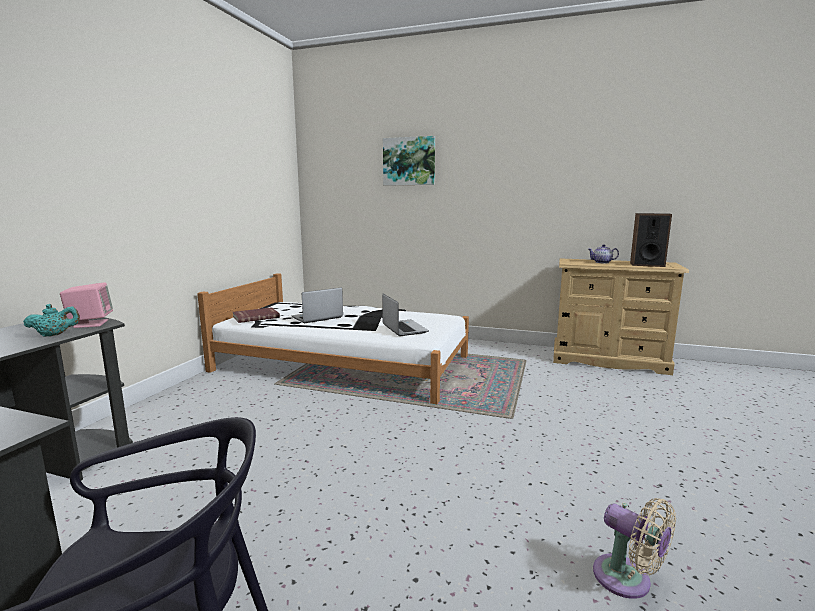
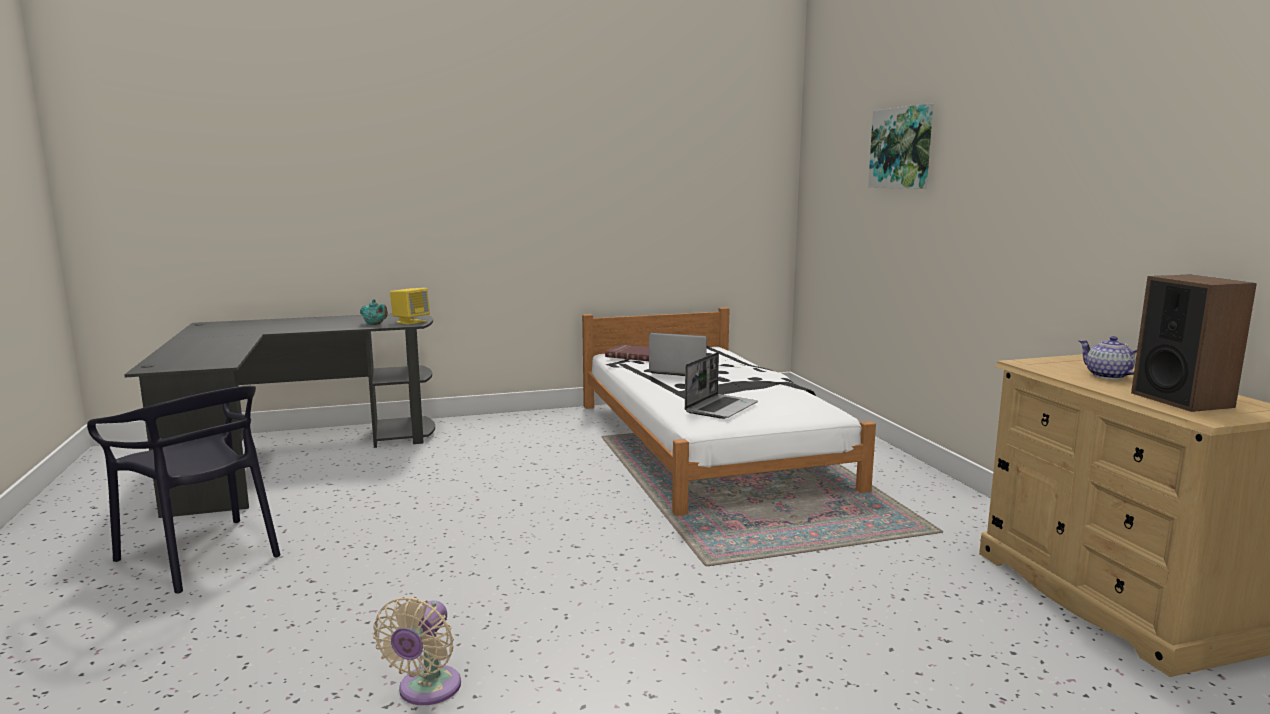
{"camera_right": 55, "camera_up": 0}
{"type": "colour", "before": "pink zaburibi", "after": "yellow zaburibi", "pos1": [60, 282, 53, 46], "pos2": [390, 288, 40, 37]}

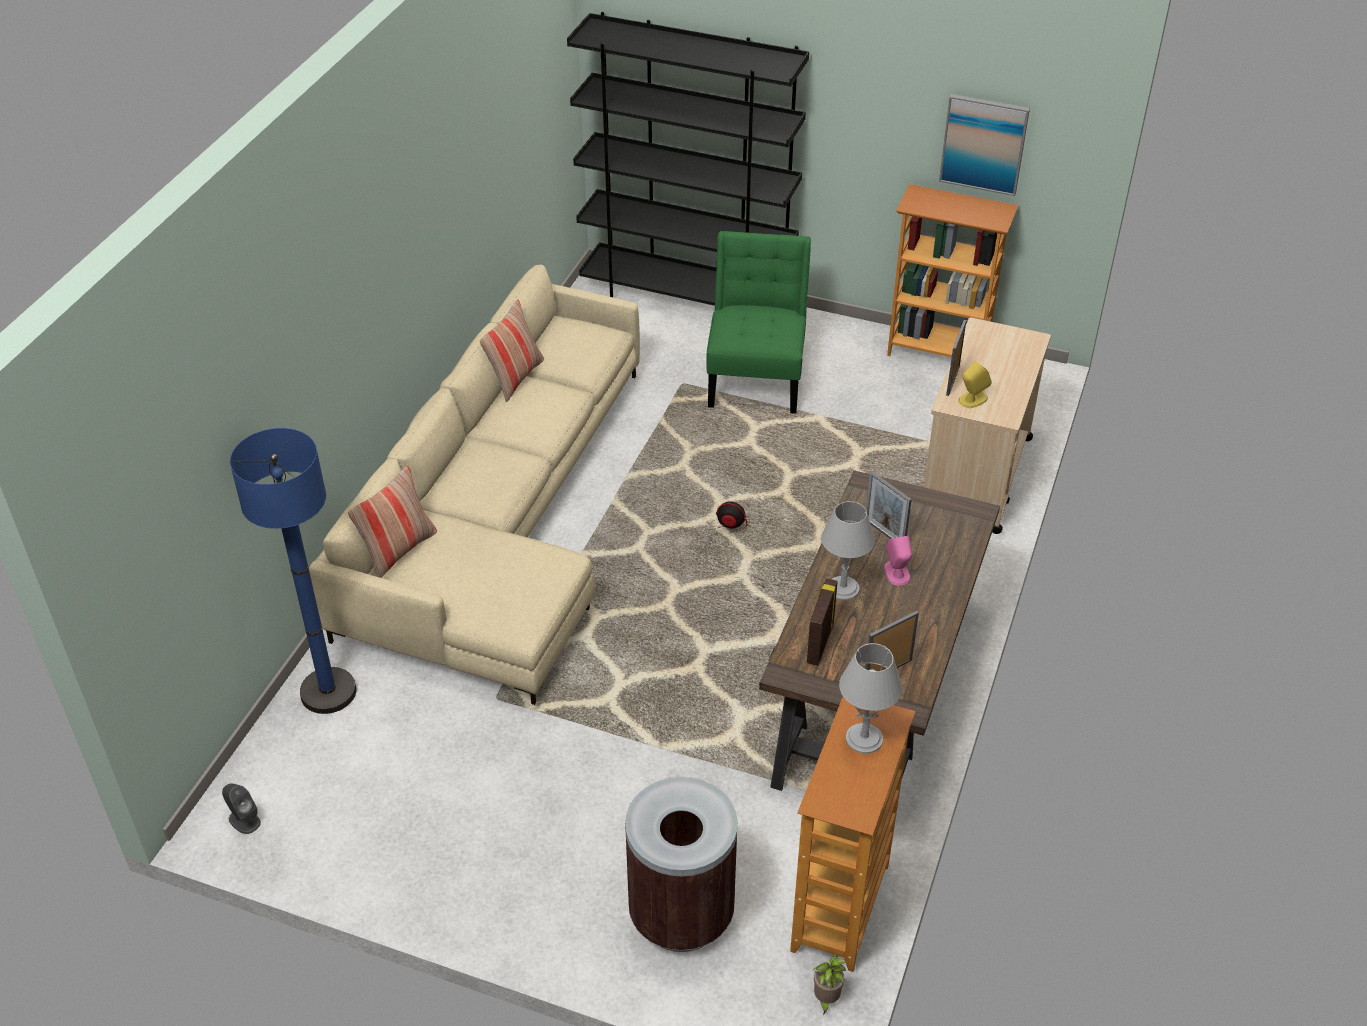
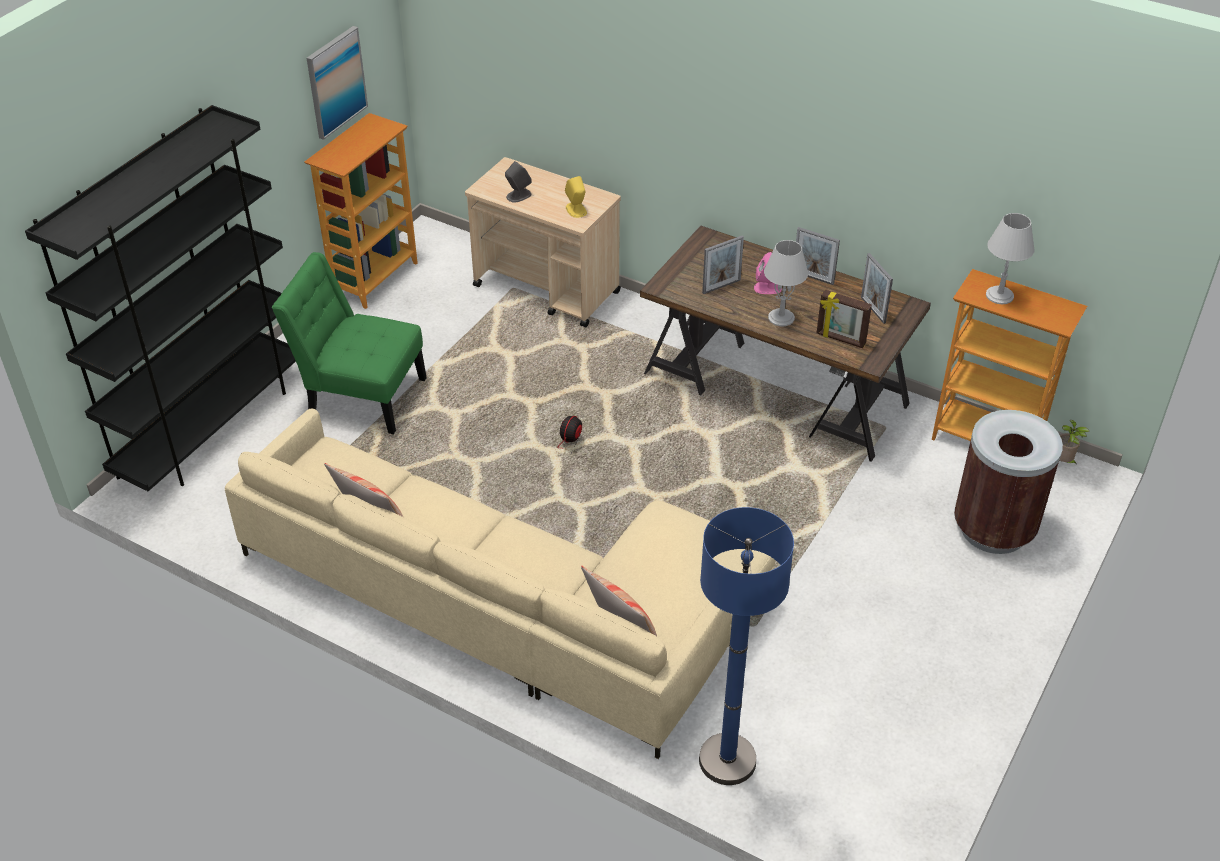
{"camera_right": -80, "camera_up": 0}
{"type": "relocated", "before": "grey zaburibi", "pos1": [222, 783, 39, 51], "pos2": [505, 161, 27, 42]}
{"type": "relocated", "before": "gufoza", "pos1": [946, 320, 20, 76], "pos2": [796, 227, 44, 58]}

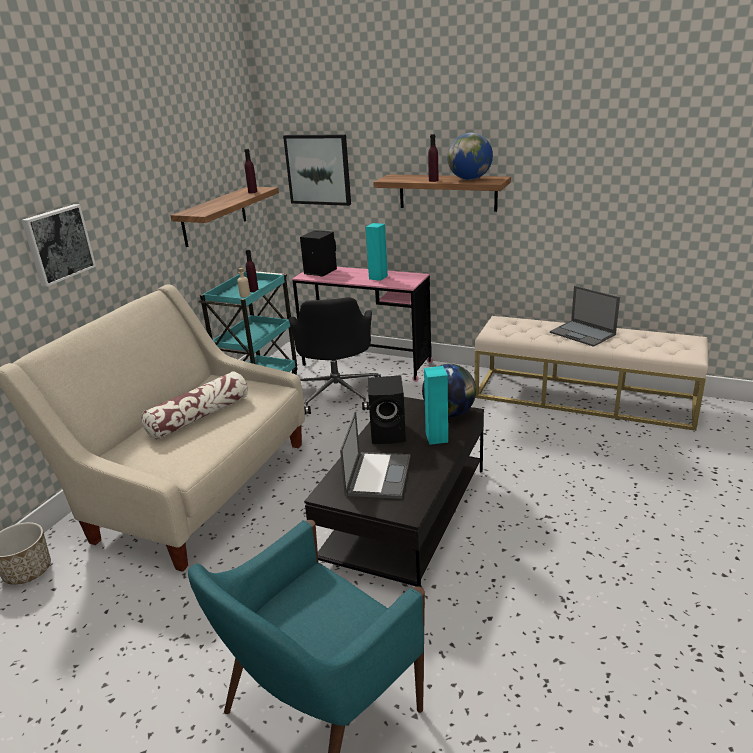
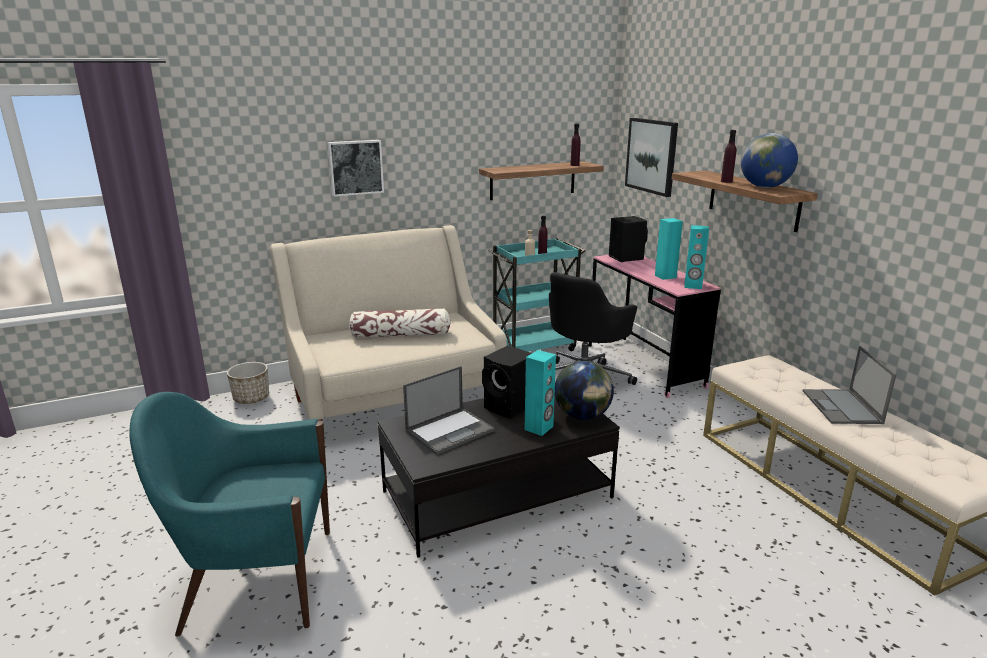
{"camera_right": 40, "camera_up": -5}
{"type": "appeared", "after": "turquoise zaburibi", "pos2": [684, 225, 25, 64]}

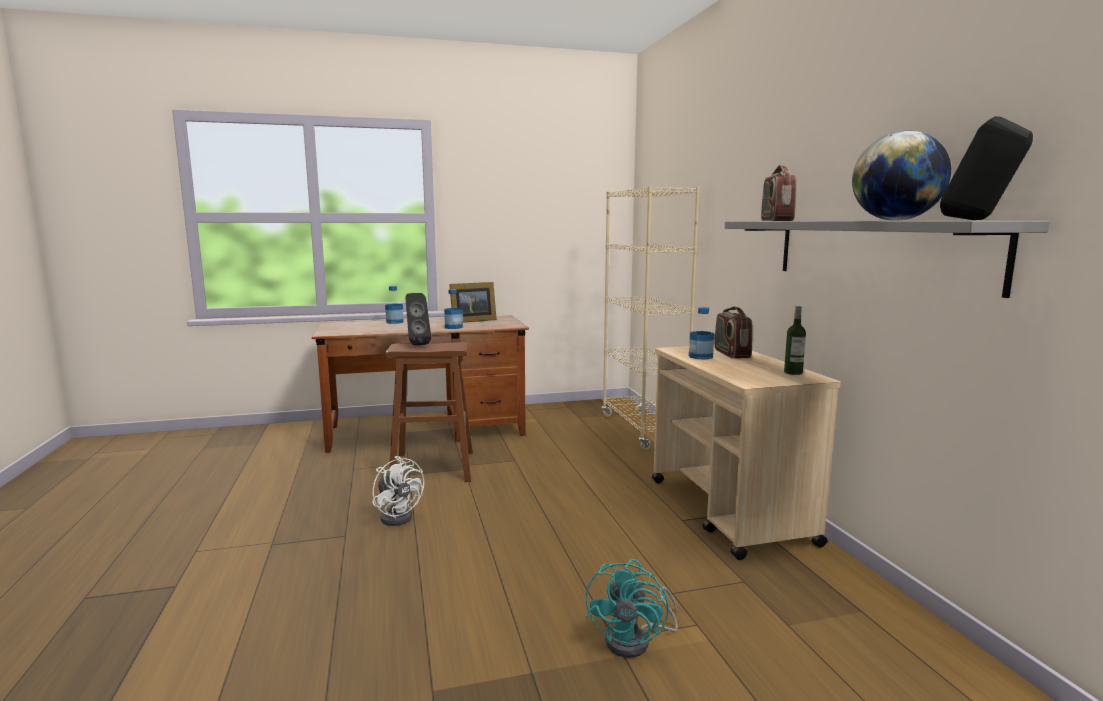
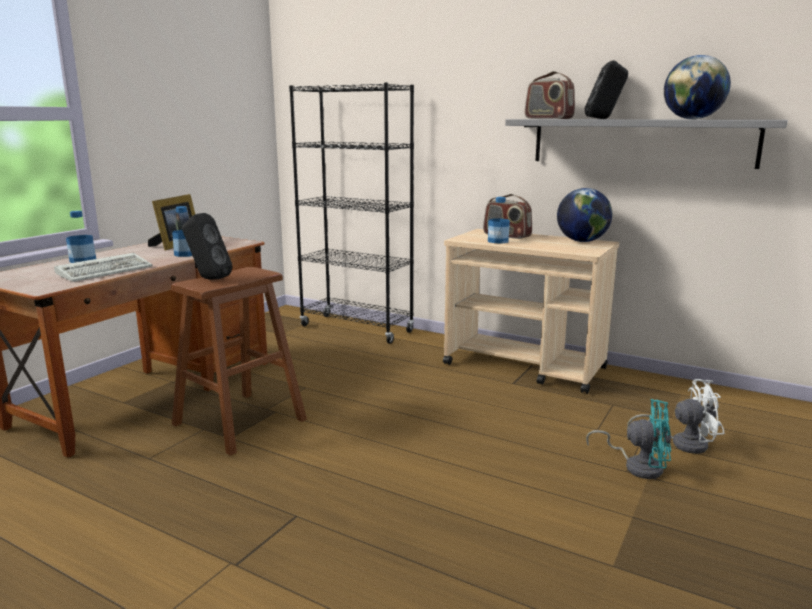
{"camera_right": -45, "camera_up": 5}
{"type": "appeared", "after": "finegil", "pos2": [54, 253, 99, 29]}
{"type": "relocated", "before": "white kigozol", "pos1": [372, 456, 52, 70], "pos2": [627, 379, 97, 75]}
{"type": "relocated", "before": "black zaburibi", "pos1": [940, 116, 93, 104], "pos2": [585, 60, 43, 59]}
{"type": "exchanged", "before": "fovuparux", "after": "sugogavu", "pos1": [784, 306, 22, 69], "pos2": [557, 188, 55, 54]}
{"type": "colour", "before": "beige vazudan", "after": "black vazudan", "pos1": [602, 186, 98, 264], "pos2": [289, 83, 125, 261]}
{"type": "spun", "before": "turquoise kigozol", "pos1": [586, 559, 92, 99], "pos2": [586, 399, 85, 80], "turn": -45}

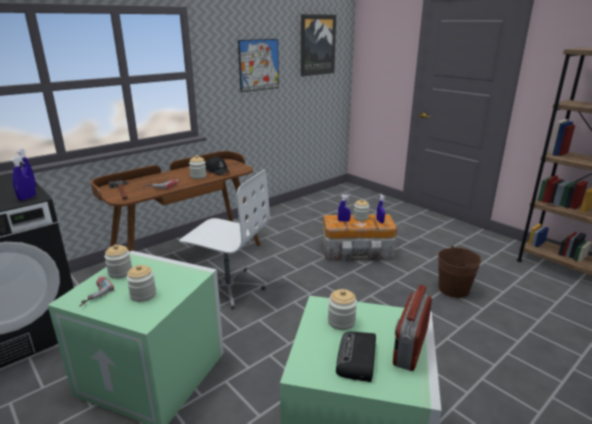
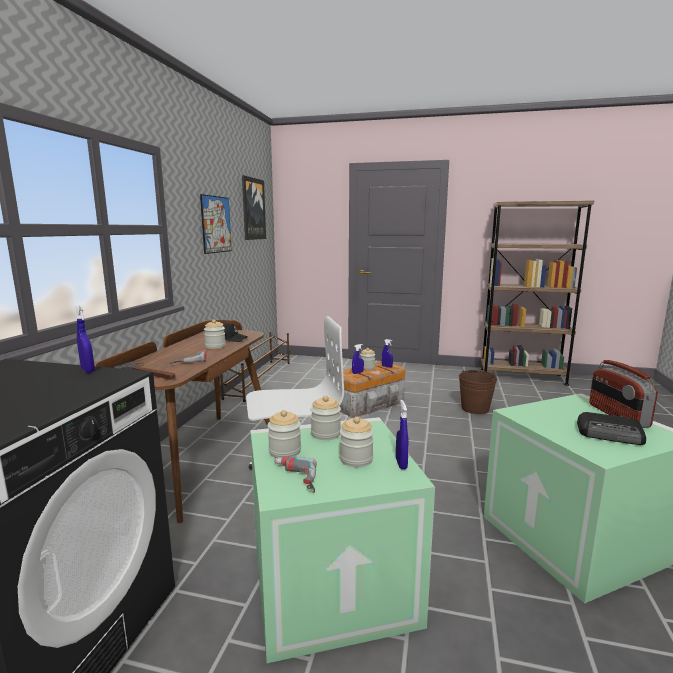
{"camera_right": -35, "camera_up": -10}
{"type": "appeared", "after": "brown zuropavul", "pos2": [220, 332, 70, 70]}
{"type": "relocated", "before": "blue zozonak", "pos1": [10, 155, 26, 46], "pos2": [396, 400, 13, 69]}
{"type": "relocated", "before": "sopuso", "pos1": [328, 289, 29, 41], "pos2": [311, 396, 30, 44]}
{"type": "spun", "before": "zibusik", "pos1": [336, 332, 40, 50], "pos2": [577, 412, 69, 33], "turn": -45}

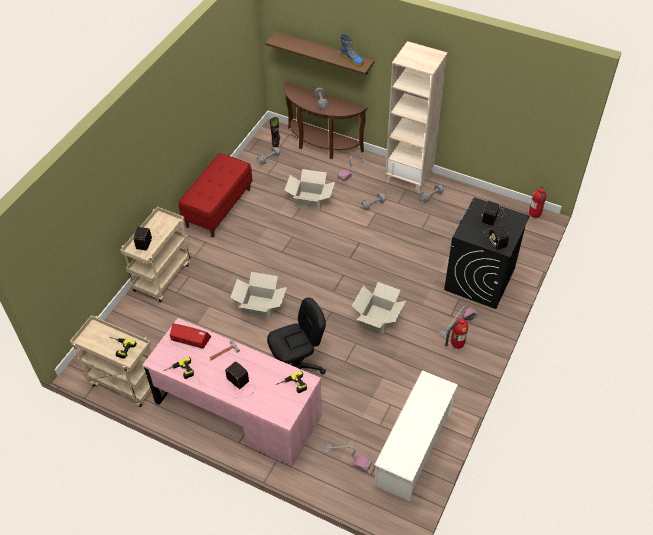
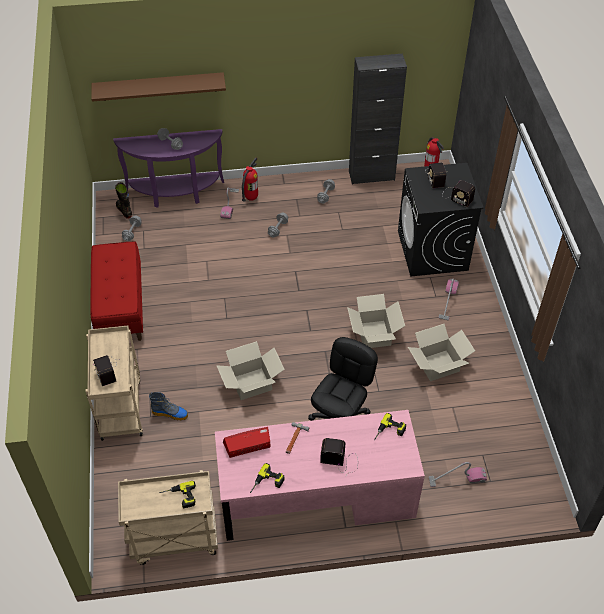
{"camera_right": -35, "camera_up": 0}
{"type": "missing", "before": "white zuropavul", "pos1": [374, 370, 84, 131]}
{"type": "missing", "before": "beige vazudan", "pos1": [385, 41, 62, 152]}
{"type": "appeared", "after": "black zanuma", "pos2": [349, 54, 58, 131]}
{"type": "relocated", "before": "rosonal", "pos1": [285, 169, 50, 42], "pos2": [408, 324, 67, 57]}
{"type": "relocated", "before": "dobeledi", "pos1": [340, 34, 23, 33], "pos2": [149, 392, 39, 29]}
{"type": "relocated", "before": "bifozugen", "pos1": [445, 312, 30, 36], "pos2": [242, 157, 16, 44]}
{"type": "colour", "before": "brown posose", "after": "purple posose", "pos1": [284, 82, 84, 77], "pos2": [113, 129, 111, 79]}

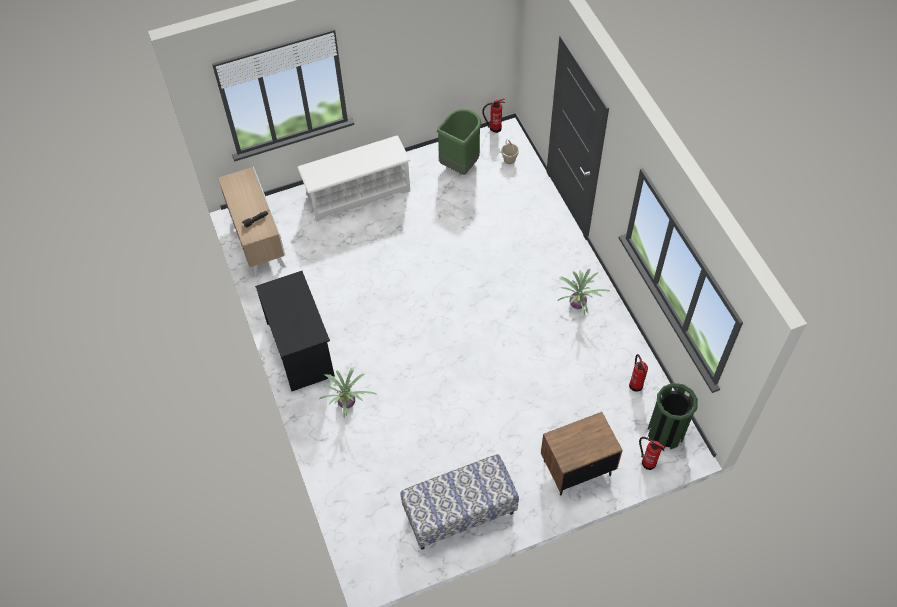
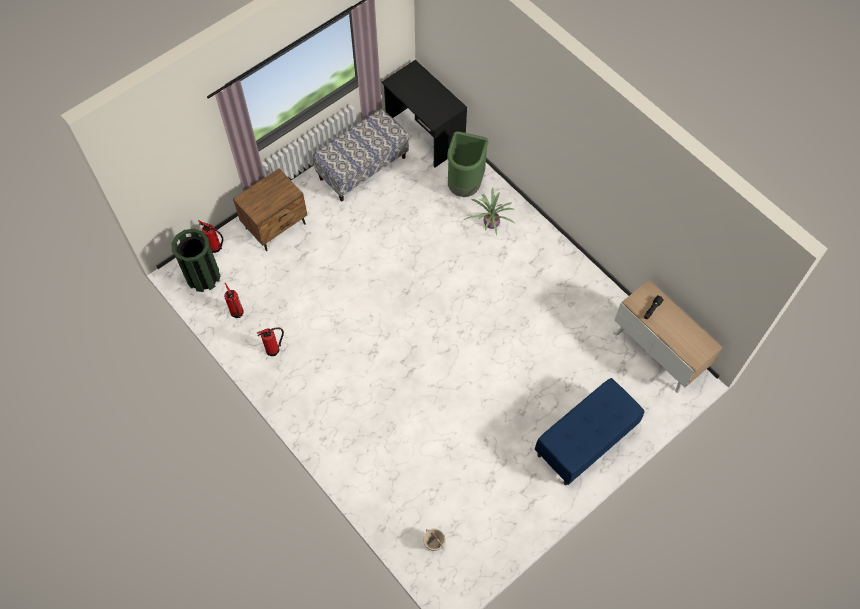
{"camera_right": 160, "camera_up": 5}
{"type": "missing", "before": "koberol", "pos1": [557, 269, 52, 46]}
{"type": "relocated", "before": "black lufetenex", "pos1": [255, 271, 80, 120], "pos2": [381, 60, 86, 108]}
{"type": "relocated", "before": "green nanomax", "pos1": [437, 109, 44, 66], "pos2": [447, 131, 42, 66]}
{"type": "relocated", "before": "bifozugen", "pos1": [482, 98, 23, 35], "pos2": [257, 327, 27, 29]}
{"type": "exchanged", "before": "white zuropavul", "after": "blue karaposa", "pos1": [297, 136, 113, 86], "pos2": [535, 378, 110, 107]}

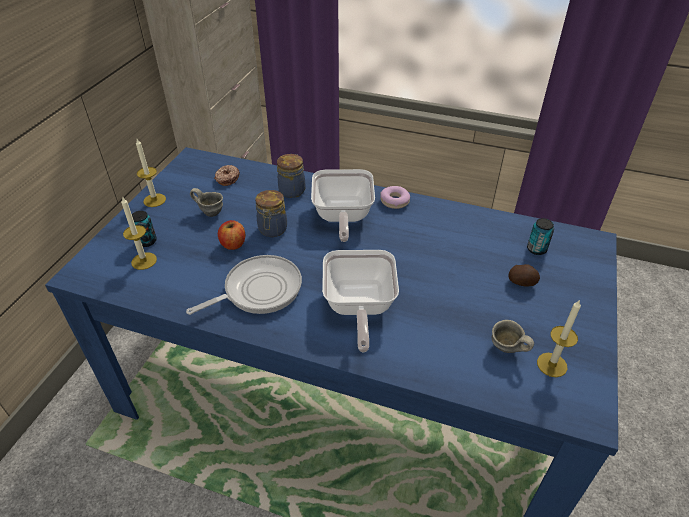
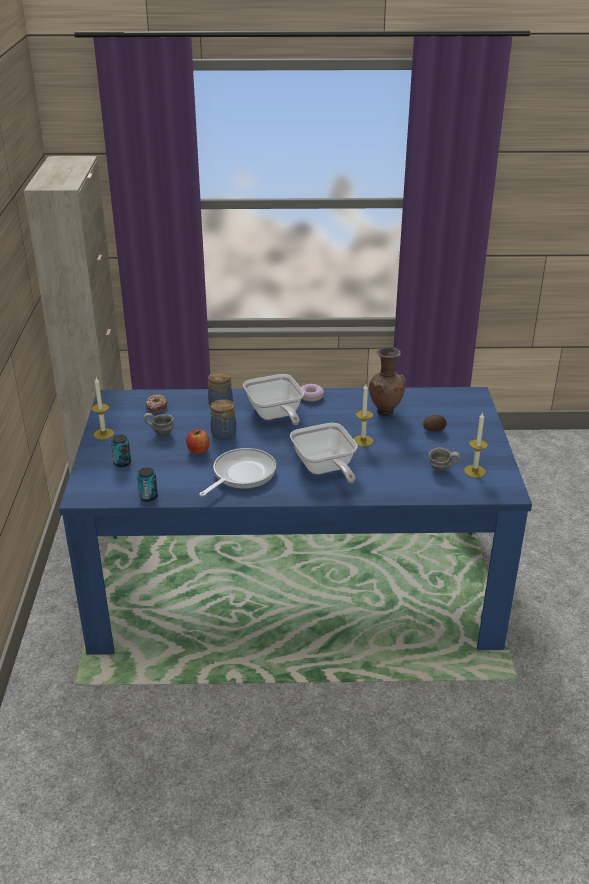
{"camera_right": -20, "camera_up": -10}
{"type": "appeared", "after": "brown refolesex", "pos2": [369, 347, 37, 69]}
{"type": "relocated", "before": "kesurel", "pos1": [121, 196, 36, 74], "pos2": [353, 384, 20, 63]}
{"type": "relocated", "before": "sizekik", "pos1": [527, 218, 27, 37], "pos2": [137, 468, 21, 34]}

